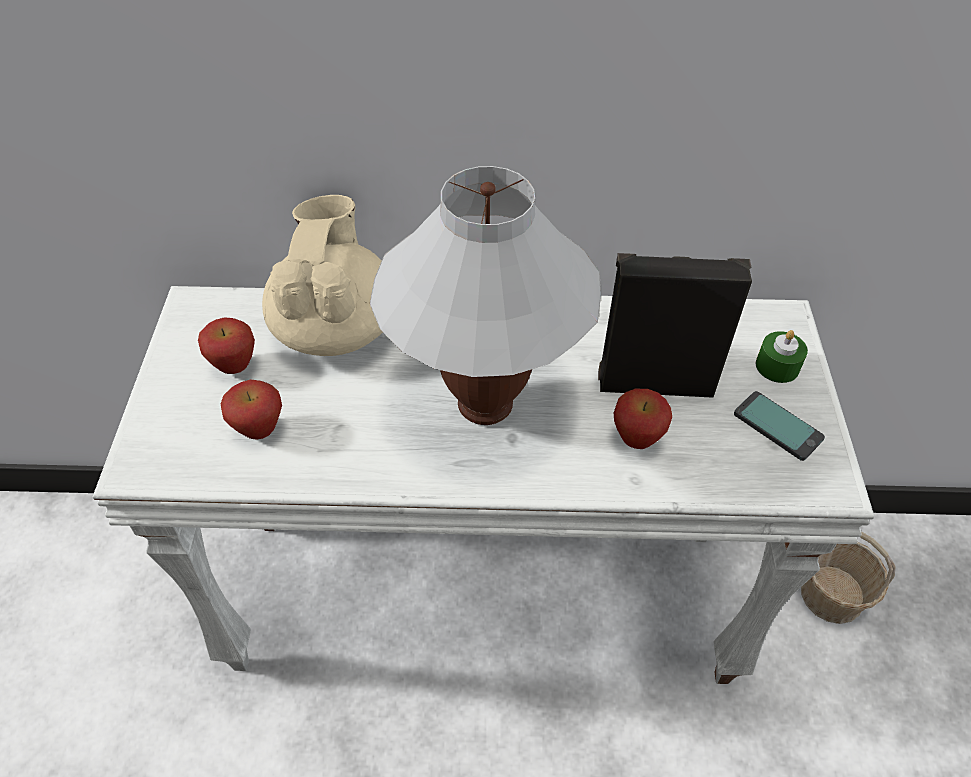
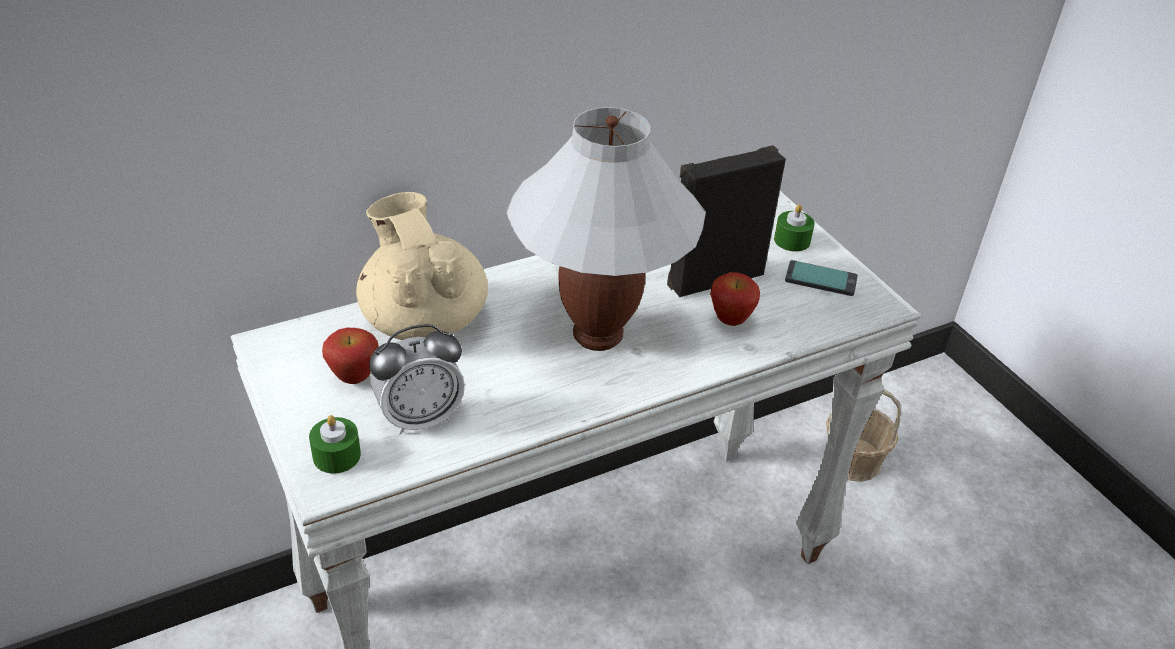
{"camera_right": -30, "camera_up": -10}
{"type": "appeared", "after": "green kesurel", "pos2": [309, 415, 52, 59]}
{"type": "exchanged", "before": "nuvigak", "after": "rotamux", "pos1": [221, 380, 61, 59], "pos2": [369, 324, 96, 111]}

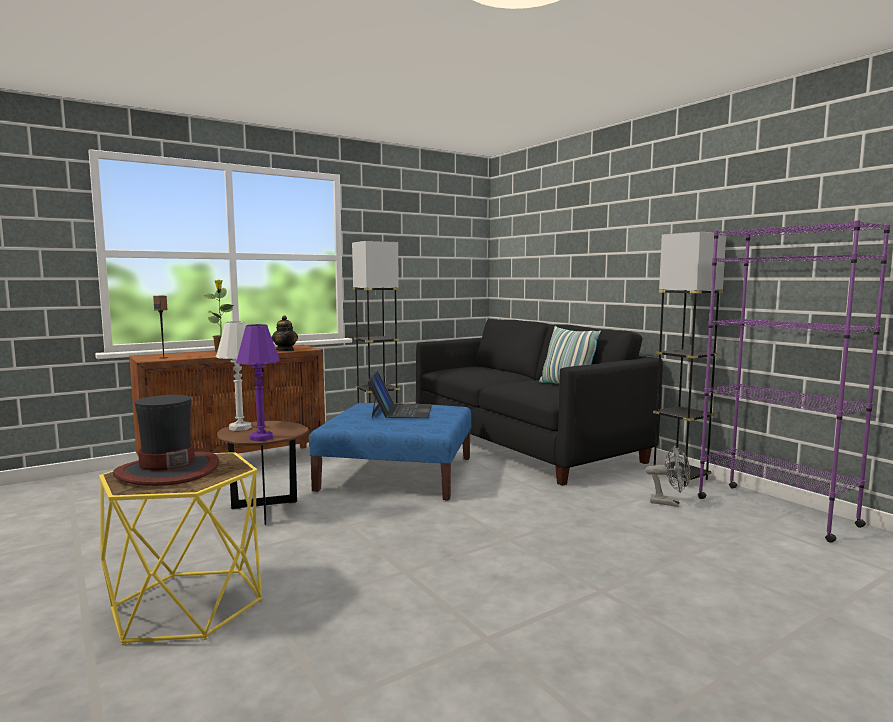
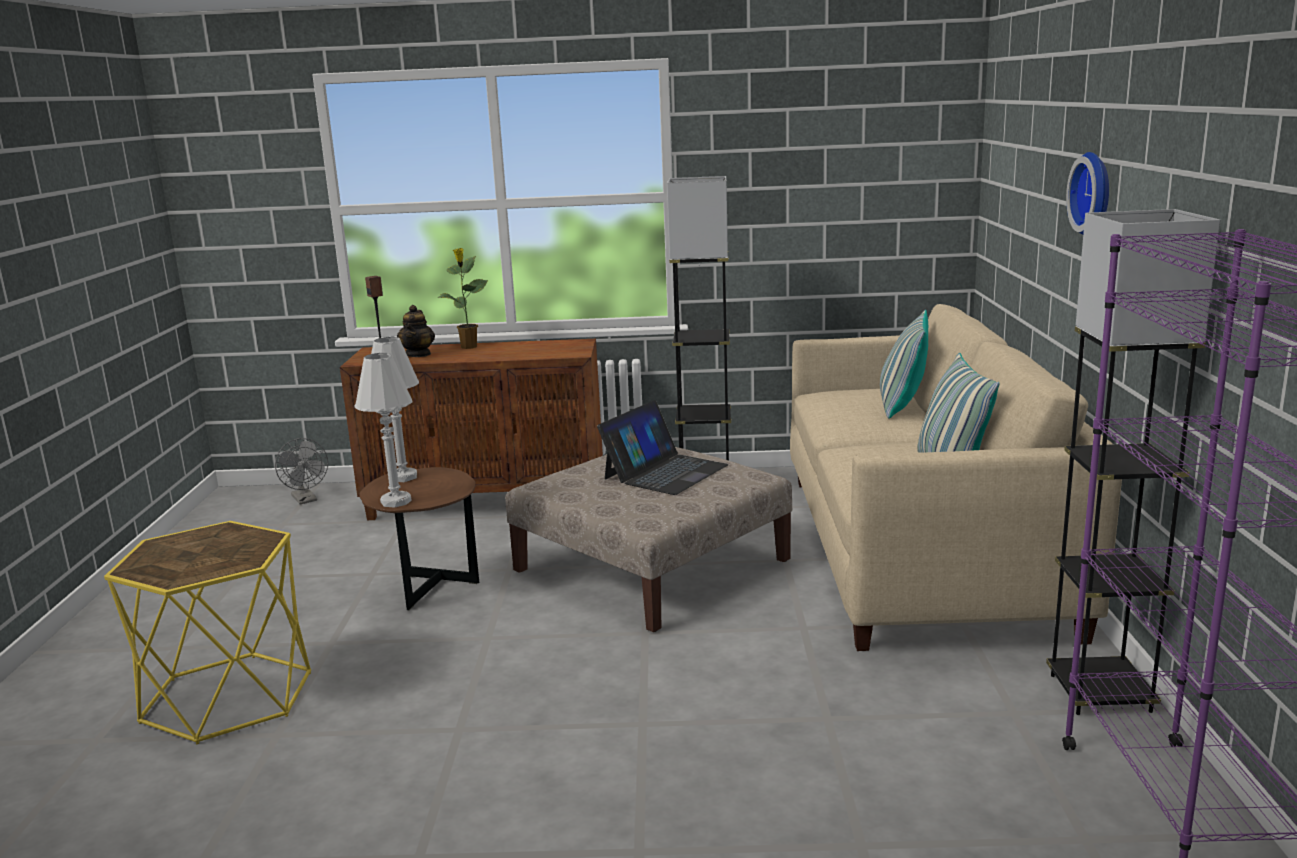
{"camera_right": 35, "camera_up": 10}
{"type": "missing", "before": "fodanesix", "pos1": [113, 395, 106, 91]}
{"type": "appeared", "after": "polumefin", "pos2": [880, 310, 48, 109]}
{"type": "appeared", "after": "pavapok", "pos2": [1066, 152, 43, 83]}
{"type": "relocated", "before": "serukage", "pos1": [272, 315, 26, 36], "pos2": [397, 305, 38, 52]}
{"type": "relocated", "before": "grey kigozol", "pos1": [645, 446, 45, 61], "pos2": [275, 438, 53, 67]}
{"type": "colour", "before": "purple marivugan", "after": "white marivugan", "pos1": [236, 324, 44, 117], "pos2": [354, 353, 59, 155]}
{"type": "colour", "before": "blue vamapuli", "after": "beige vamapuli", "pos1": [309, 403, 162, 98], "pos2": [505, 447, 287, 185]}
{"type": "colour", "before": "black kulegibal", "after": "beige kulegibal", "pos1": [416, 319, 247, 167], "pos2": [790, 304, 332, 347]}

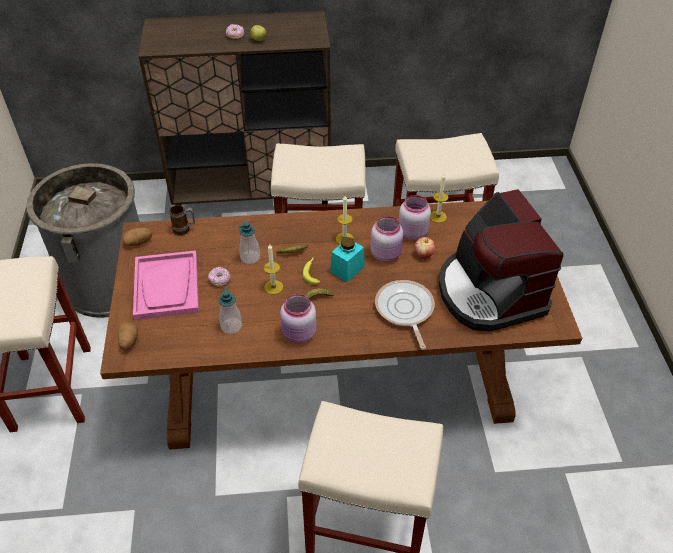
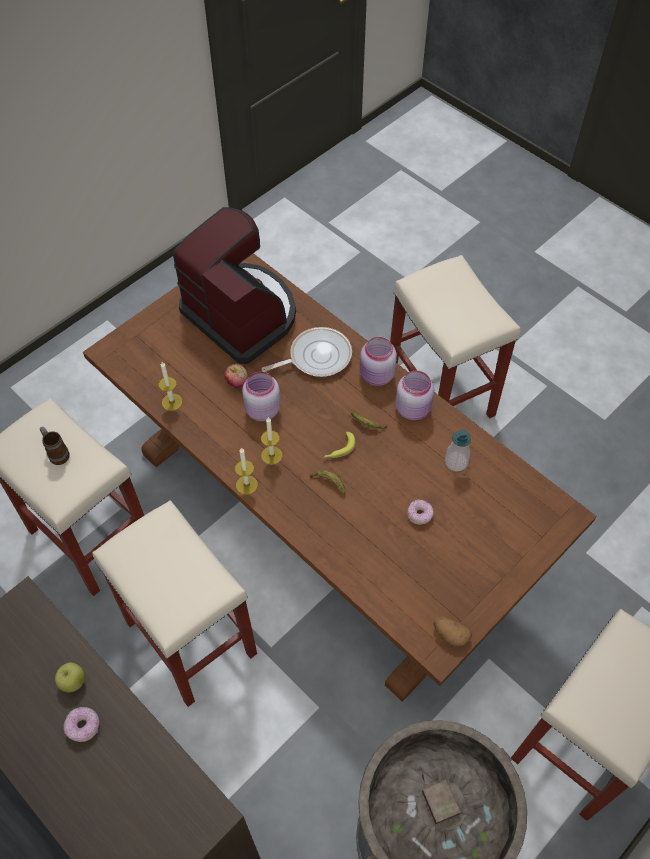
{"camera_right": -130, "camera_up": 10}
{"type": "missing", "before": "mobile", "pos1": [118, 322, 20, 29]}
{"type": "missing", "before": "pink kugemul", "pos1": [133, 250, 66, 70]}
{"type": "missing", "before": "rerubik", "pos1": [238, 221, 22, 43]}
{"type": "missing", "before": "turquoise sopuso", "pos1": [330, 237, 35, 45]}
{"type": "relocated", "before": "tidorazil", "pos1": [169, 205, 26, 30], "pos2": [40, 427, 30, 38]}
{"type": "relocated", "before": "kesurel", "pos1": [264, 244, 19, 50], "pos2": [235, 448, 23, 47]}
{"type": "relocated", "before": "pink sopuso", "pos1": [399, 195, 32, 45], "pos2": [360, 337, 37, 49]}
{"type": "spun", "before": "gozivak", "pos1": [375, 280, 60, 69], "pos2": [262, 327, 90, 50], "turn": -150}
{"type": "spun", "before": "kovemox", "pos1": [439, 189, 125, 142], "pos2": [173, 207, 123, 157], "turn": -75}

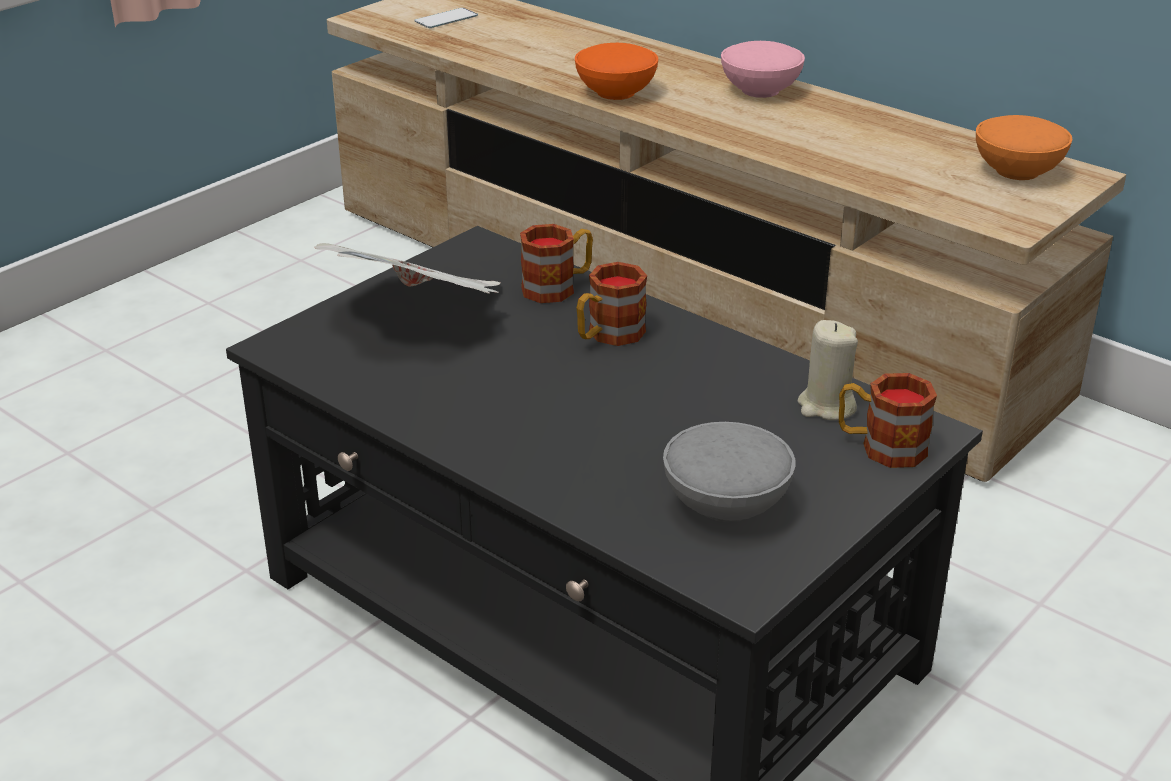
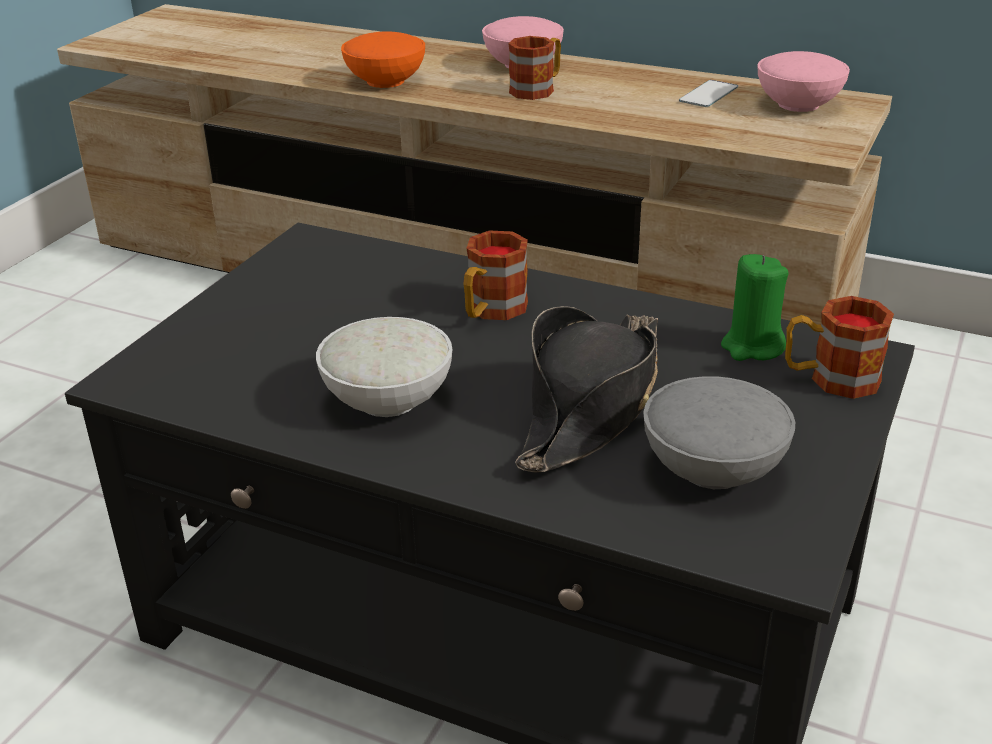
{"camera_right": -15, "camera_up": 0}
{"type": "missing", "before": "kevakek", "pos1": [314, 243, 186, 51]}
{"type": "appeared", "after": "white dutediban", "pos2": [316, 317, 136, 100]}
{"type": "appeared", "after": "black fodanesix", "pos2": [515, 306, 143, 167]}
{"type": "relocated", "before": "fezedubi", "pos1": [414, 8, 64, 20], "pos2": [679, 80, 59, 27]}
{"type": "relocated", "before": "tidorazil", "pos1": [520, 224, 73, 79], "pos2": [508, 36, 53, 64]}
{"type": "colour", "before": "beige kesurel", "after": "green kesurel", "pos1": [798, 320, 60, 100], "pos2": [721, 254, 67, 107]}
{"type": "colour", "before": "orange dutediban", "after": "pink dutediban", "pos1": [976, 115, 97, 65], "pos2": [757, 51, 93, 61]}

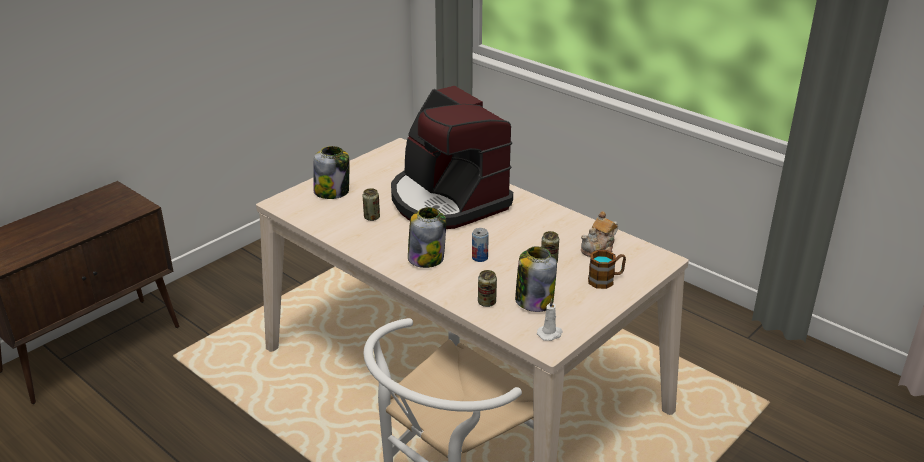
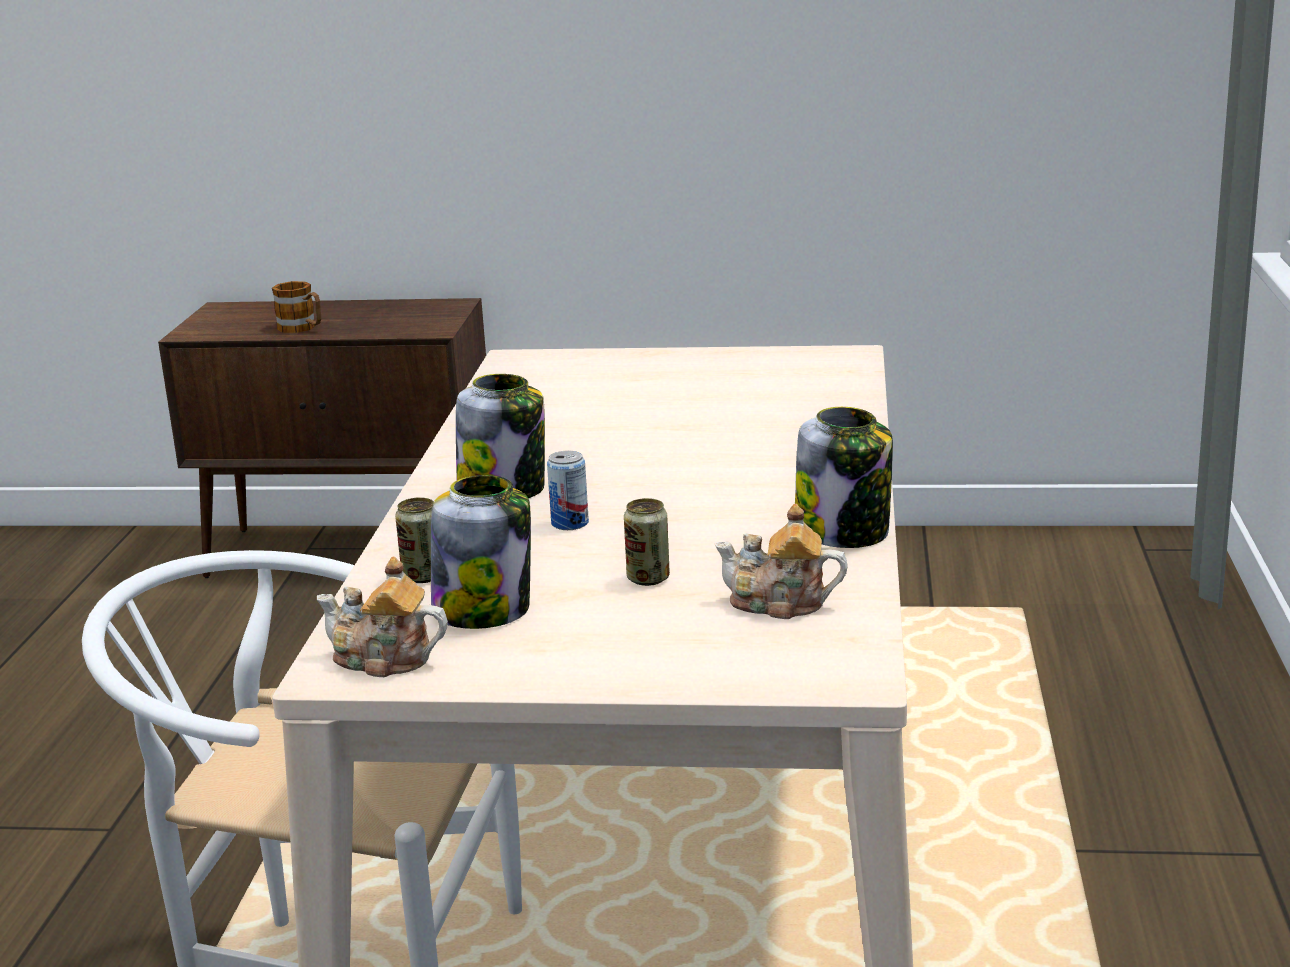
{"camera_right": 55, "camera_up": -10}
{"type": "missing", "before": "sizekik", "pos1": [363, 188, 17, 33]}
{"type": "missing", "before": "kovemox", "pos1": [391, 86, 122, 143]}
{"type": "relocated", "before": "sopuso", "pos1": [313, 146, 36, 53], "pos2": [795, 407, 98, 141]}
{"type": "relocated", "before": "tidorazil", "pos1": [588, 250, 38, 39], "pos2": [272, 281, 49, 52]}
{"type": "exchanged", "before": "white kesurel", "after": "serukage", "pos1": [537, 298, 26, 43], "pos2": [317, 557, 131, 120]}

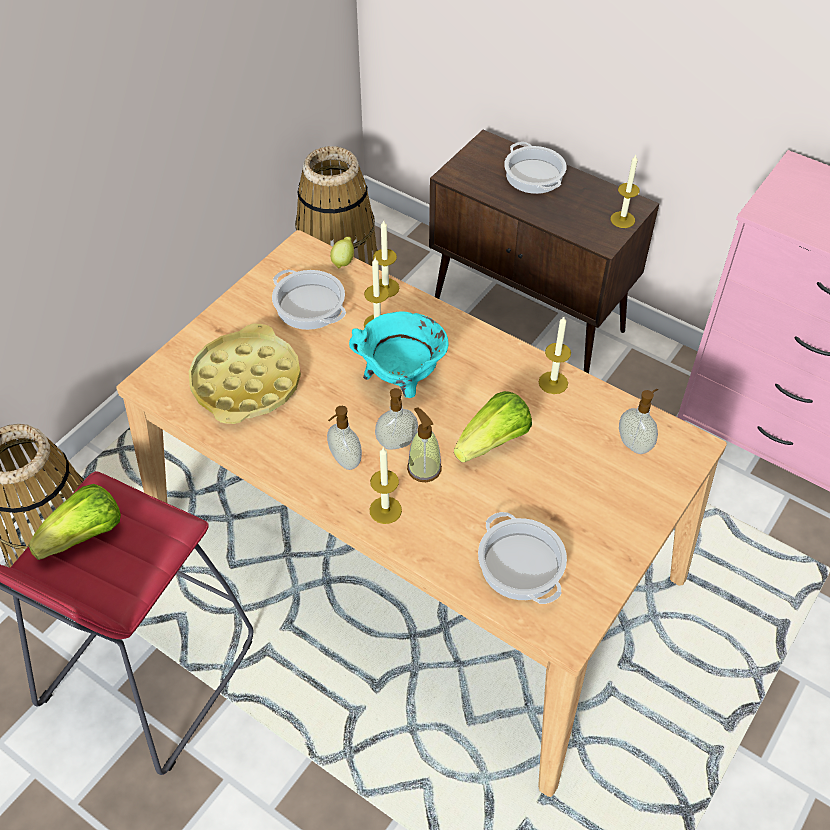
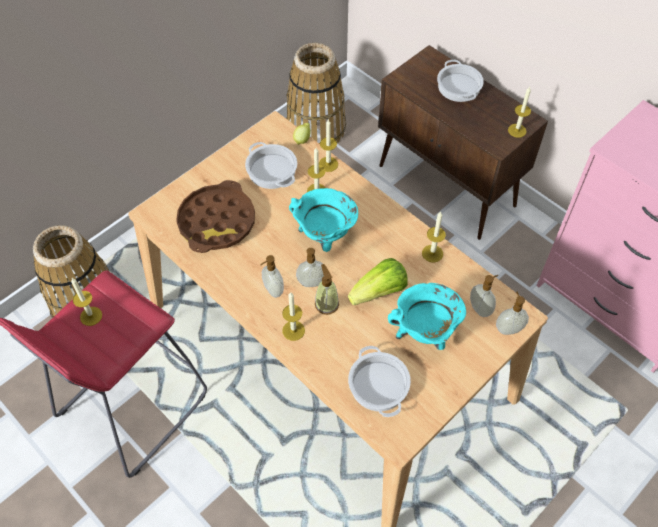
{"camera_right": 10, "camera_up": 5}
{"type": "appeared", "after": "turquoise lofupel", "pos2": [388, 283, 78, 67]}
{"type": "appeared", "after": "rerubik", "pos2": [496, 291, 33, 44]}
{"type": "exchanged", "before": "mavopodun", "after": "kesurel", "pos1": [28, 484, 93, 76], "pos2": [71, 278, 31, 48]}
{"type": "colour", "before": "yellow kugemul", "after": "brown kugemul", "pos1": [189, 324, 112, 100], "pos2": [176, 180, 79, 73]}

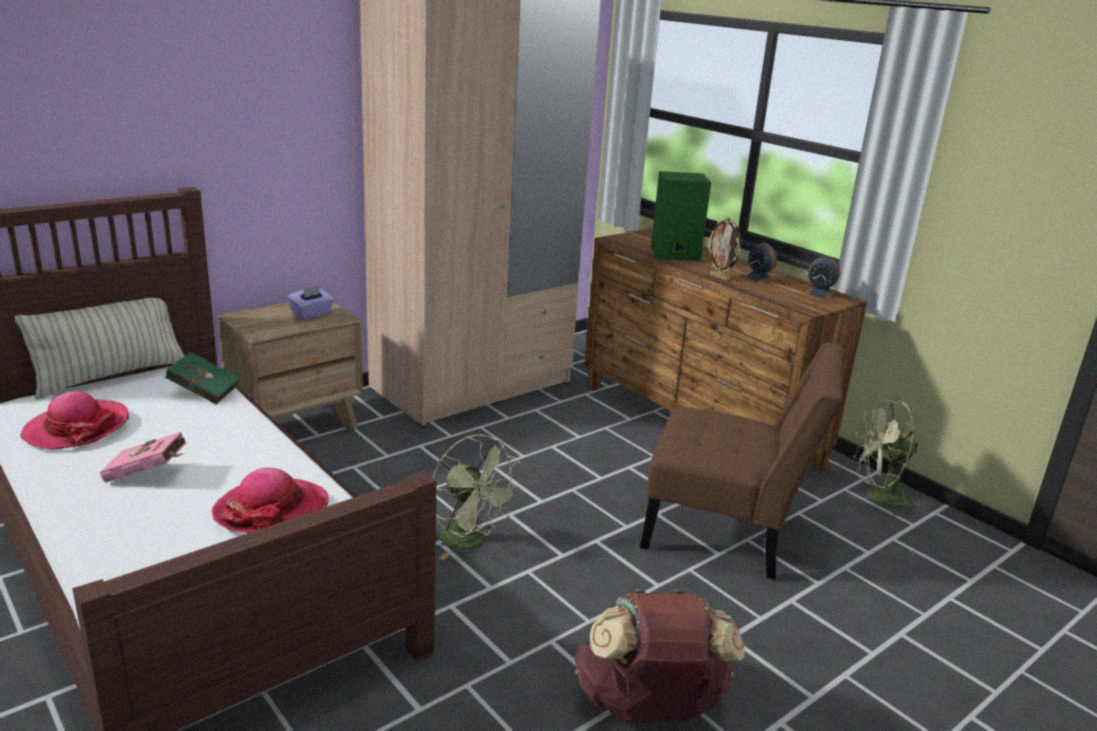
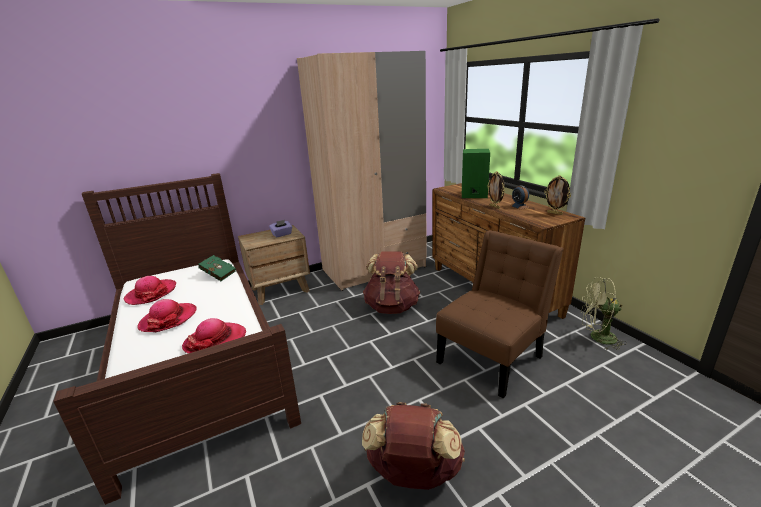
{"camera_right": 15, "camera_up": 0}
{"type": "missing", "before": "polumefin", "pos1": [14, 298, 171, 102]}
{"type": "missing", "before": "green kigozol", "pos1": [433, 434, 88, 126]}
{"type": "appeared", "after": "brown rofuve", "pos2": [363, 252, 57, 62]}
{"type": "exchanged", "before": "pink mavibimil", "after": "fodanesix", "pos1": [100, 432, 87, 51], "pos2": [137, 299, 60, 33]}
{"type": "exchanged", "before": "rotamux", "after": "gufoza", "pos1": [805, 256, 35, 43], "pos2": [544, 175, 27, 40]}
{"type": "spun", "before": "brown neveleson", "pos1": [640, 342, 204, 238], "pos2": [436, 230, 127, 168], "turn": -75}

